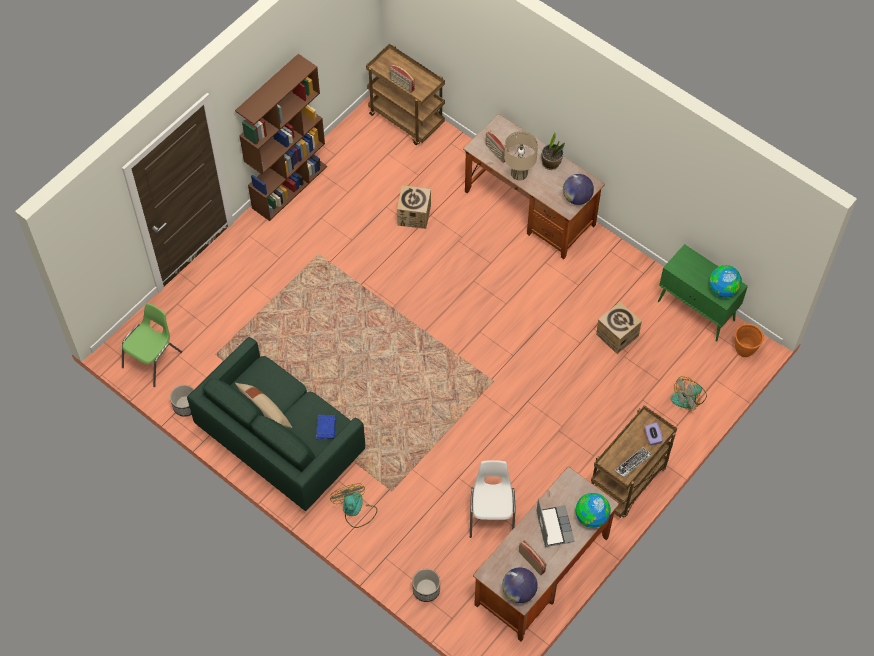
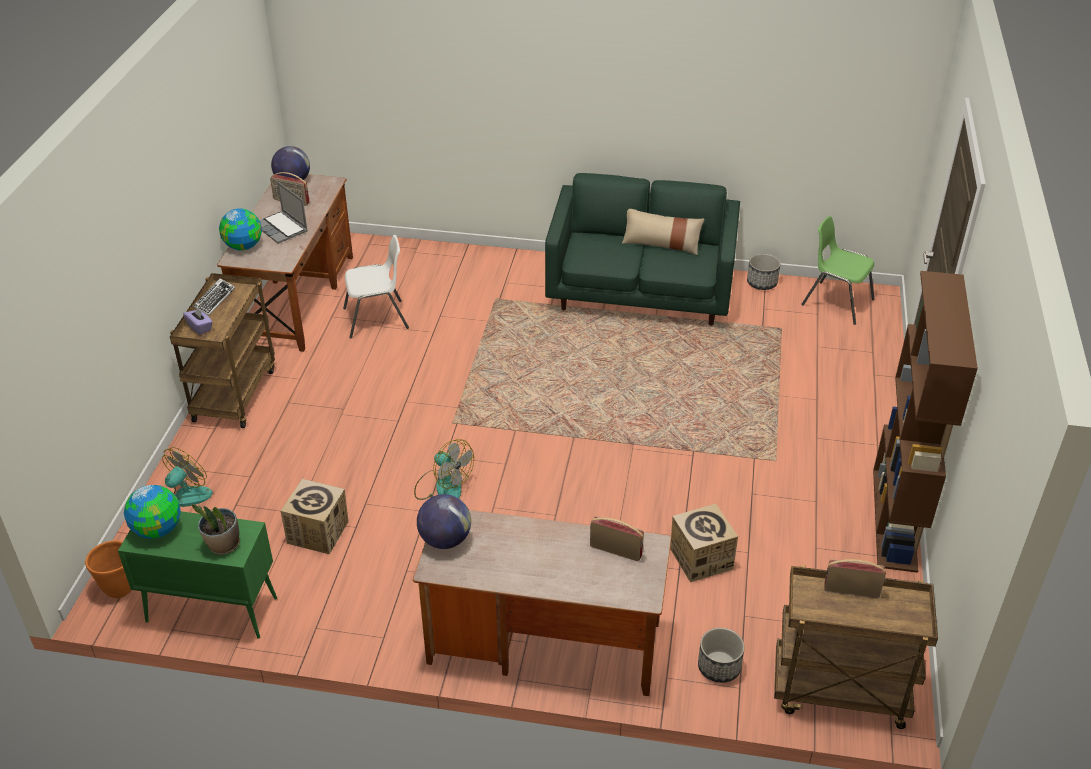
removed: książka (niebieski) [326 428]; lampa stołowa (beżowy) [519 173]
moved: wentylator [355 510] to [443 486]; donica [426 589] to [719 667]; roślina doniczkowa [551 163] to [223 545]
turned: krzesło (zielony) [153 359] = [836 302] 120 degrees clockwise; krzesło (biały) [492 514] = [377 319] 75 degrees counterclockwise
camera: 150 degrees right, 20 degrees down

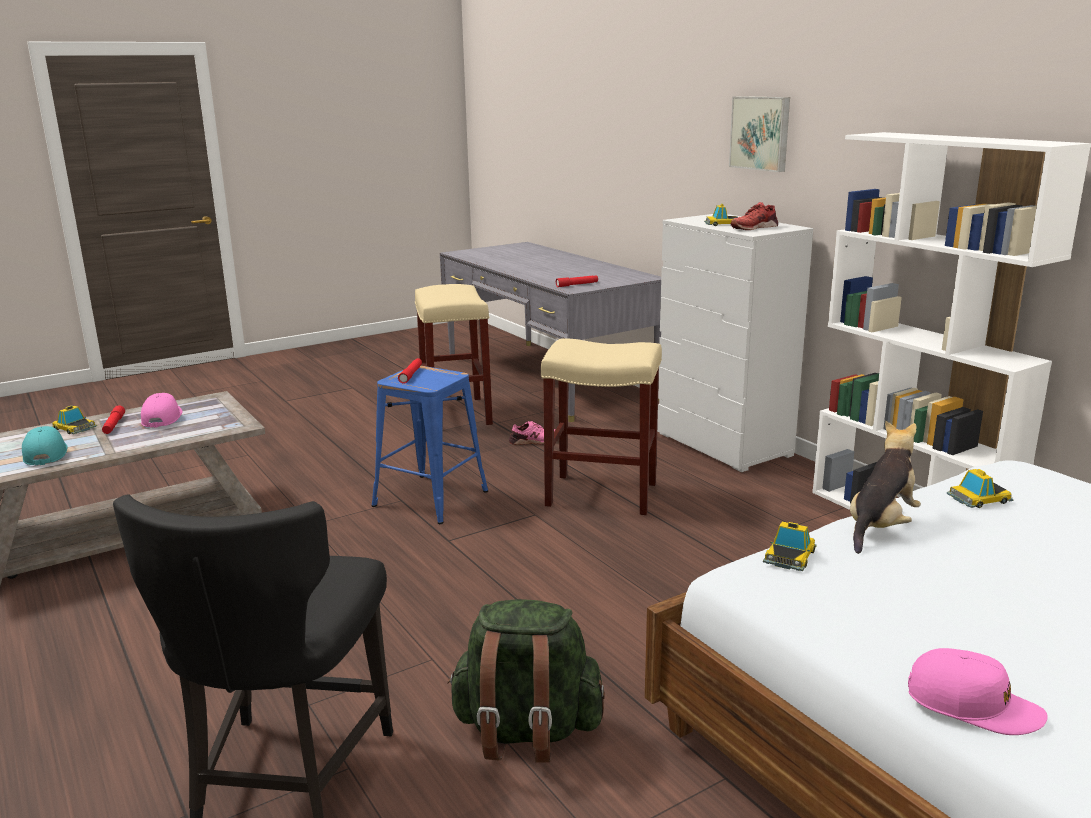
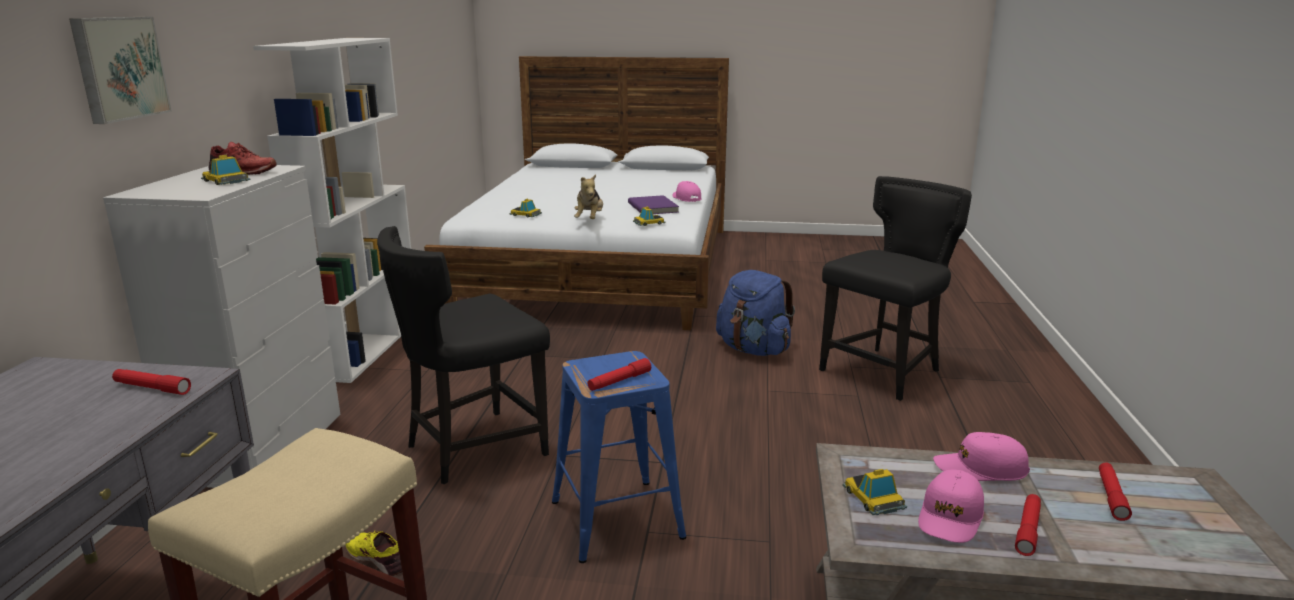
added: książka (fioletowy) [654 207]; czapka z daszkiem (różowy) [980 469]
moved: samochodzik [74 428] to [873 498]
replaced: czapka z daszkiem (turkusowy) [46 454] to latarka (czerwony) [1111 496]; stołek (beżowy) [603 494] to krzesło (czarny) [472 448]
recoloured: plecak (zielony) [526 731] to plecak (niebieski) [753 350]; but (różowy) [534 441] to but (żółty) [377 557]
turned: pluszak [880 526] = [589 219] 75 degrees counterclockwise
camera: 140 degrees left, 0 degrees up

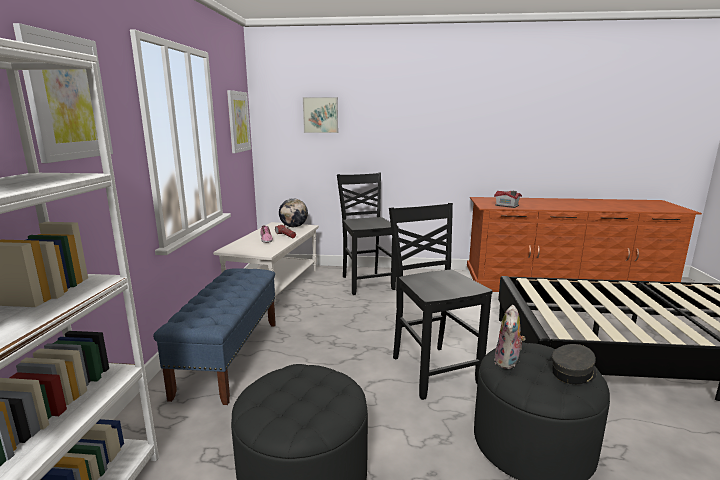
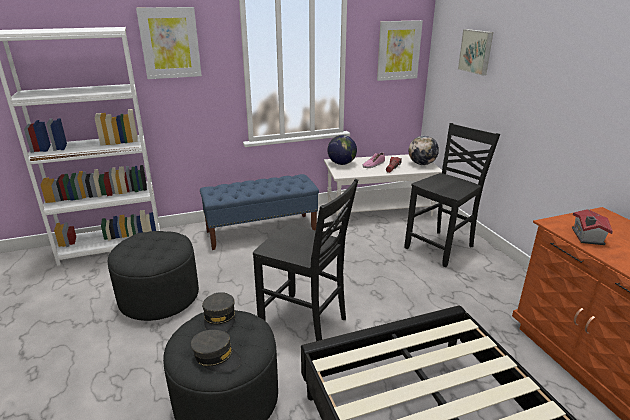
added: globus [341 164]
replaced: pluszak [508 362] to czapka z daszkiem (szary) [220 319]
turned: krzesło (czarny) [433 370] = [305 323] 75 degrees clockwise
camera: 65 degrees right, 10 degrees up

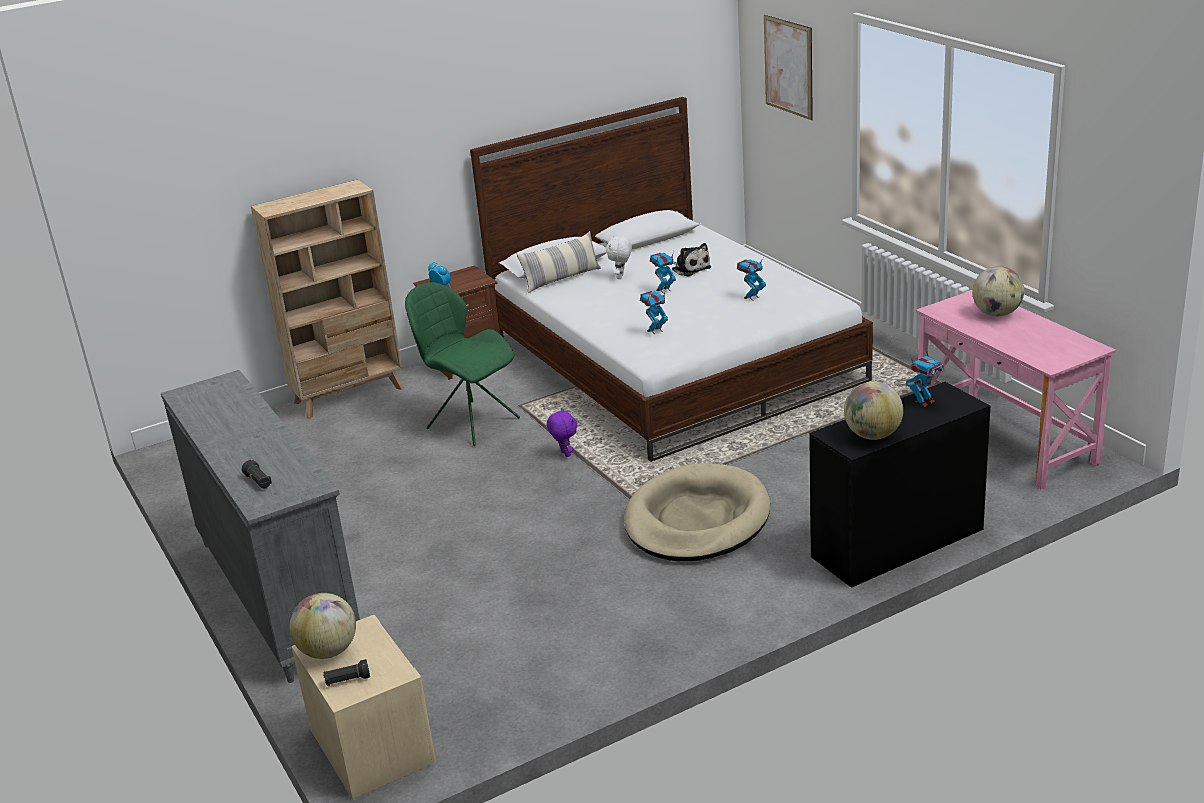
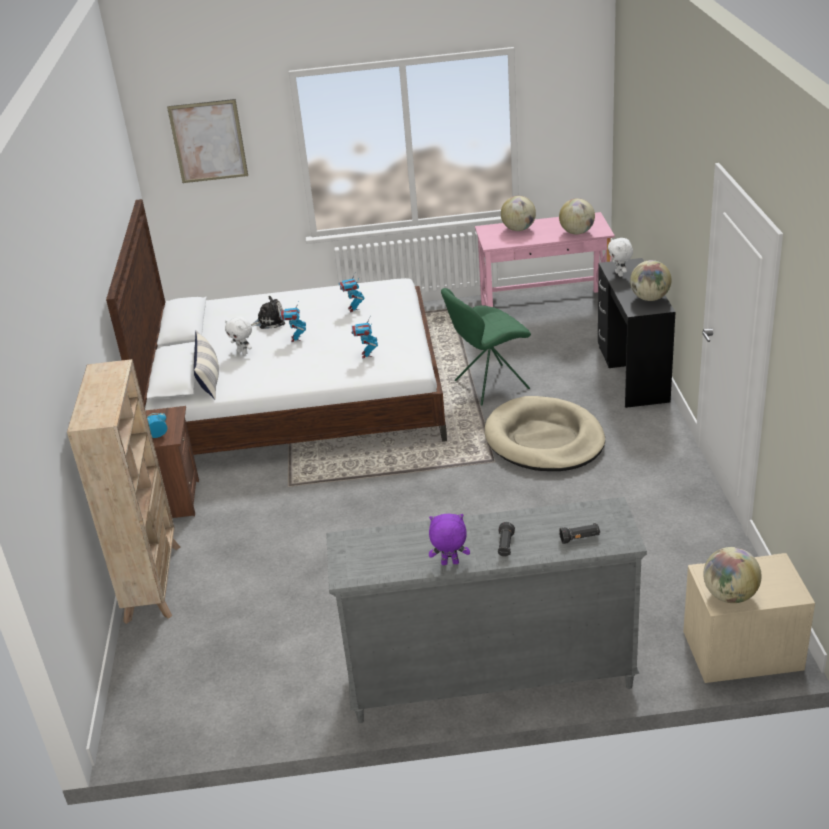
added: globus [577 232]
moved: latarka (czarny) [347 680] to [505 546]; krzesło (zielony) [470 422] to [489 385]; pluszak (fioletowy) [564 454] to [449 564]
replaced: robot zabawkowy [924 402] to pluszak (biały) [620 274]
camera: 65 degrees left, 5 degrees up

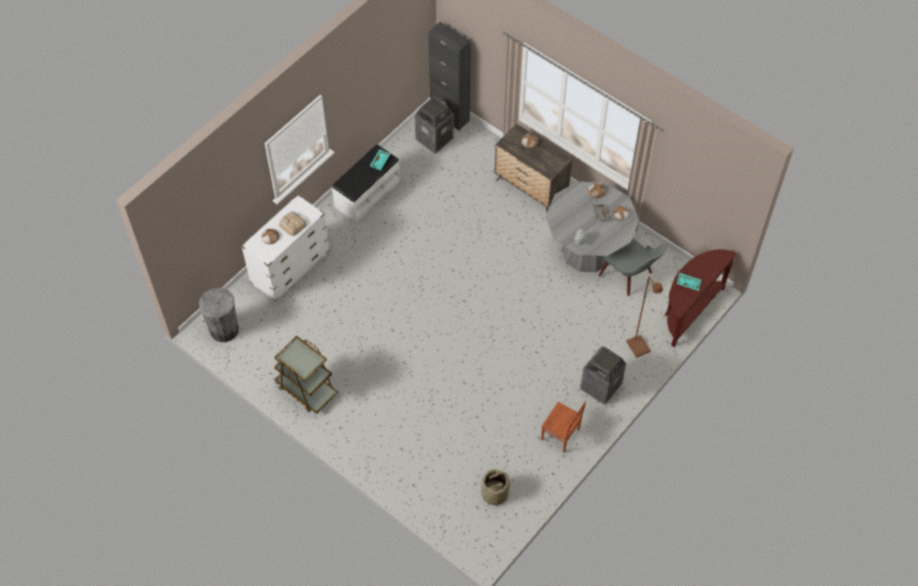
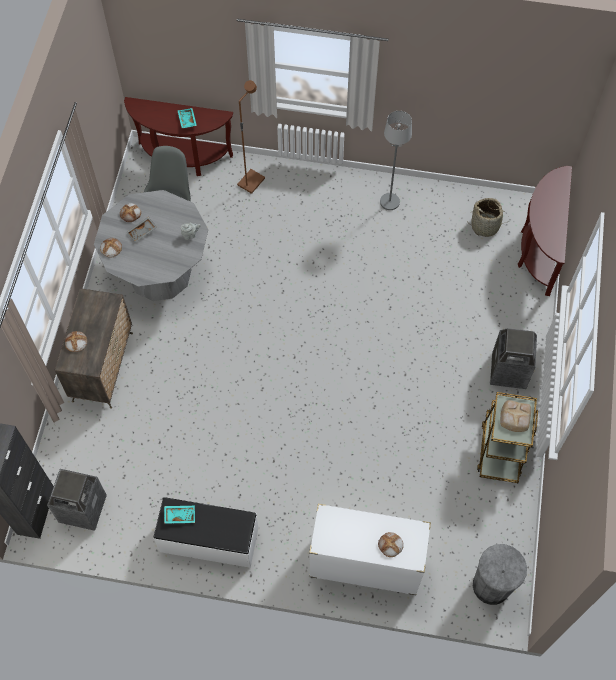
added: stolik konsolowy (brązowy) [538 250]
moved: chleb [292 224] to [515 417]; kosz na śmieci [600 386] to [508 371]
replaced: krzesło (brązowy) [560 435] to lampa stojąca (szary) [389 201]
camera: 120 degrees left, 5 degrees up

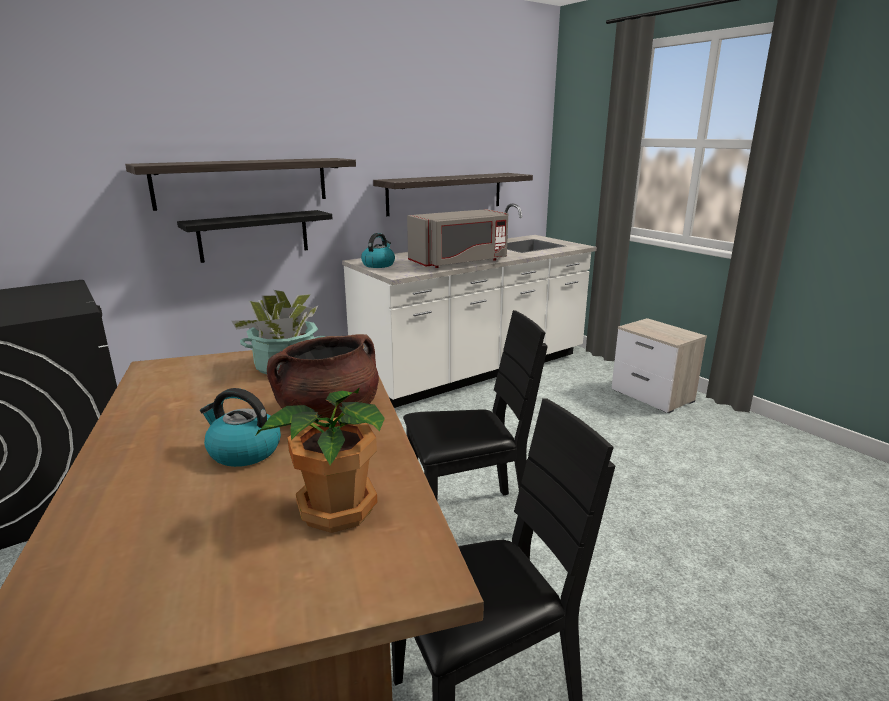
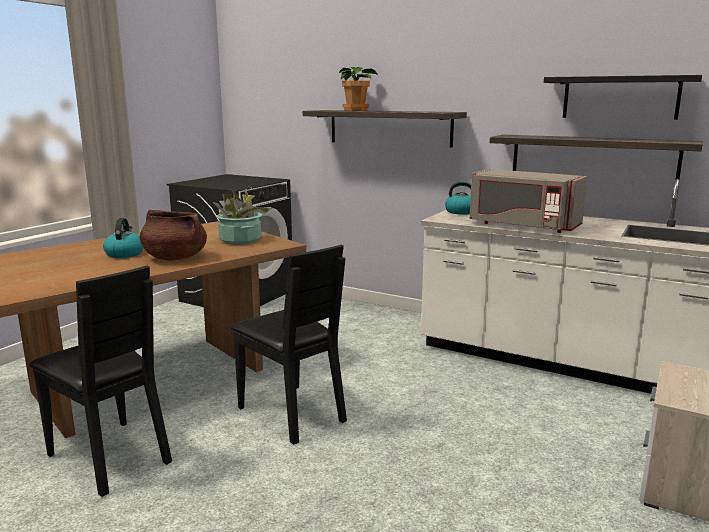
moved: półka (czarny) [254 235] to [620 97]; roślina doniczkowa [335 508] to [356 110]
camera: 65 degrees right, 5 degrees down

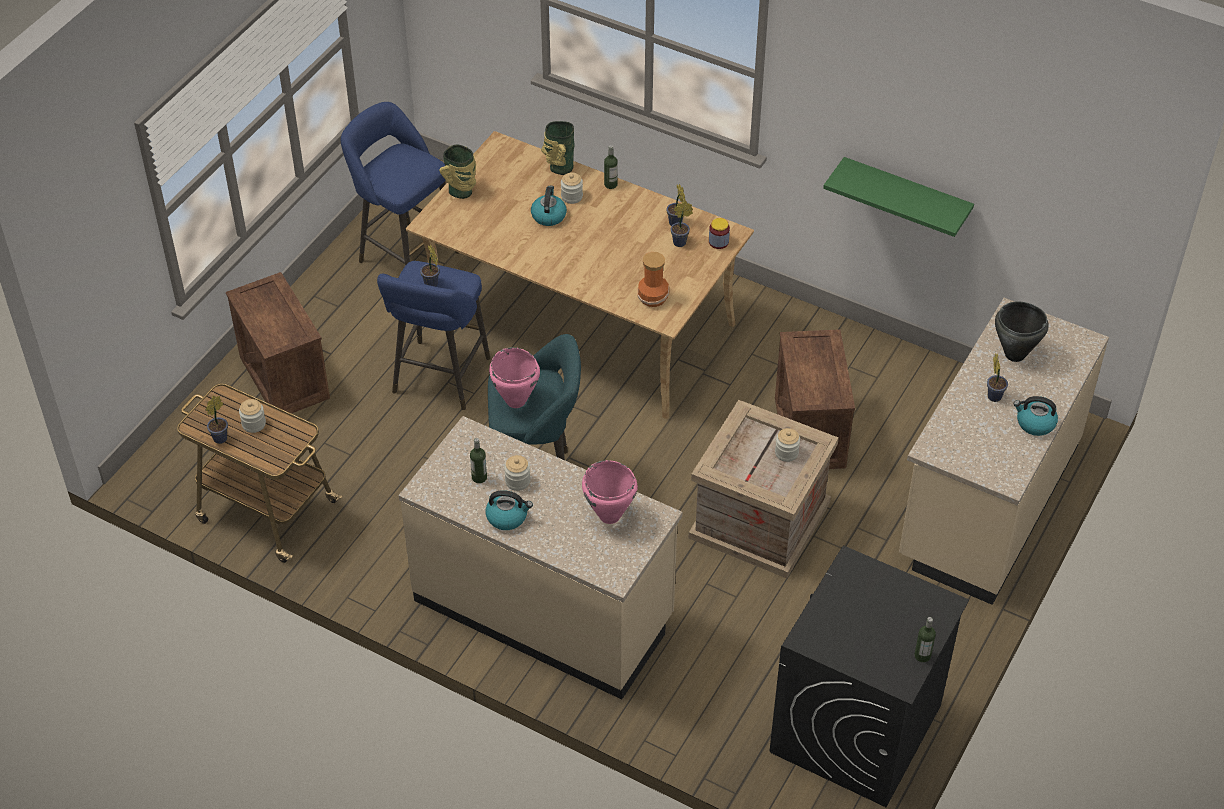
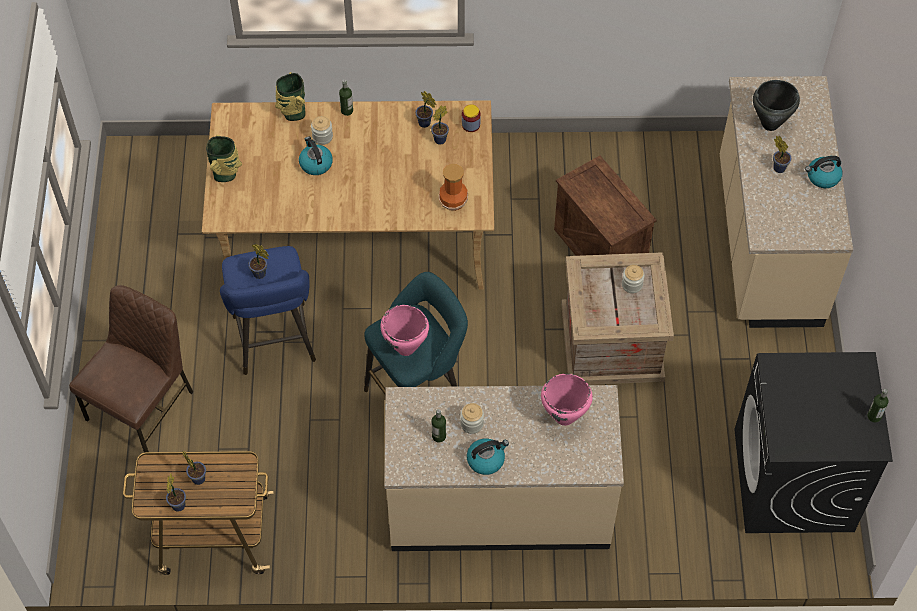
removed: stołek (niebieski) [404 254]; półka (zielony) [906 195]
replaced: skrzynka [286 378] to krzesło (brązowy) [142 405]; słoik [254 424] to roślina doniczkowa [197 477]
camera: 30 degrees left, 10 degrees up

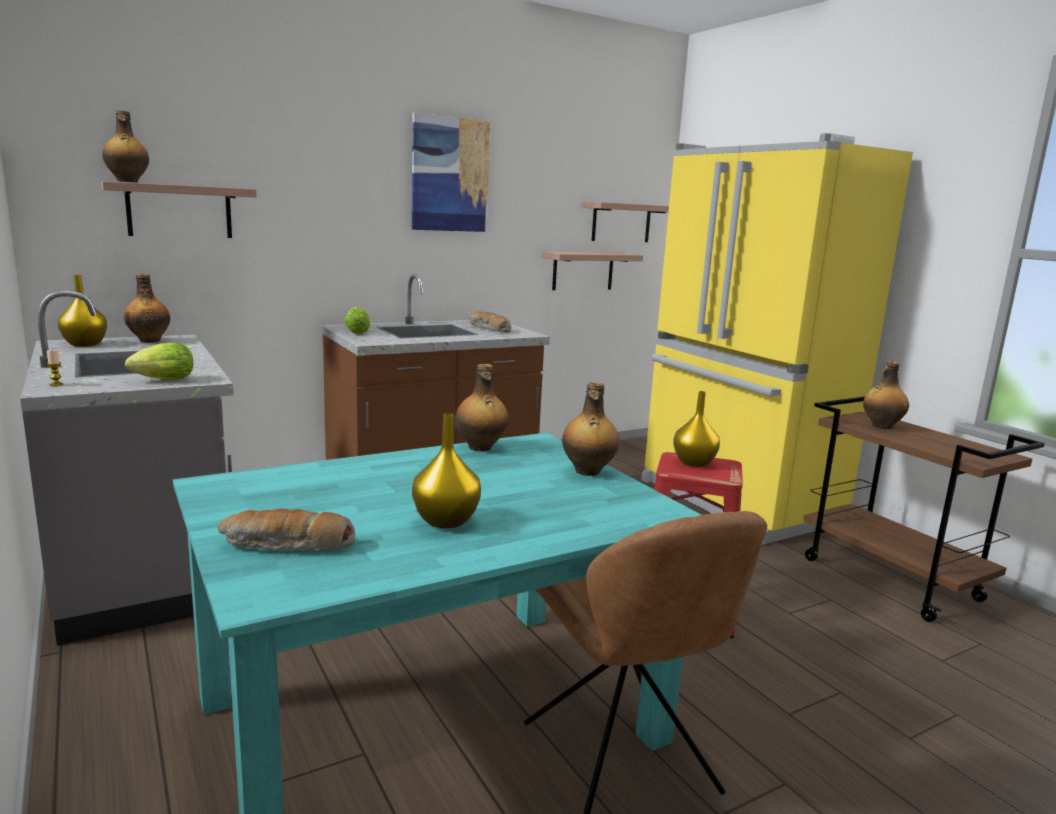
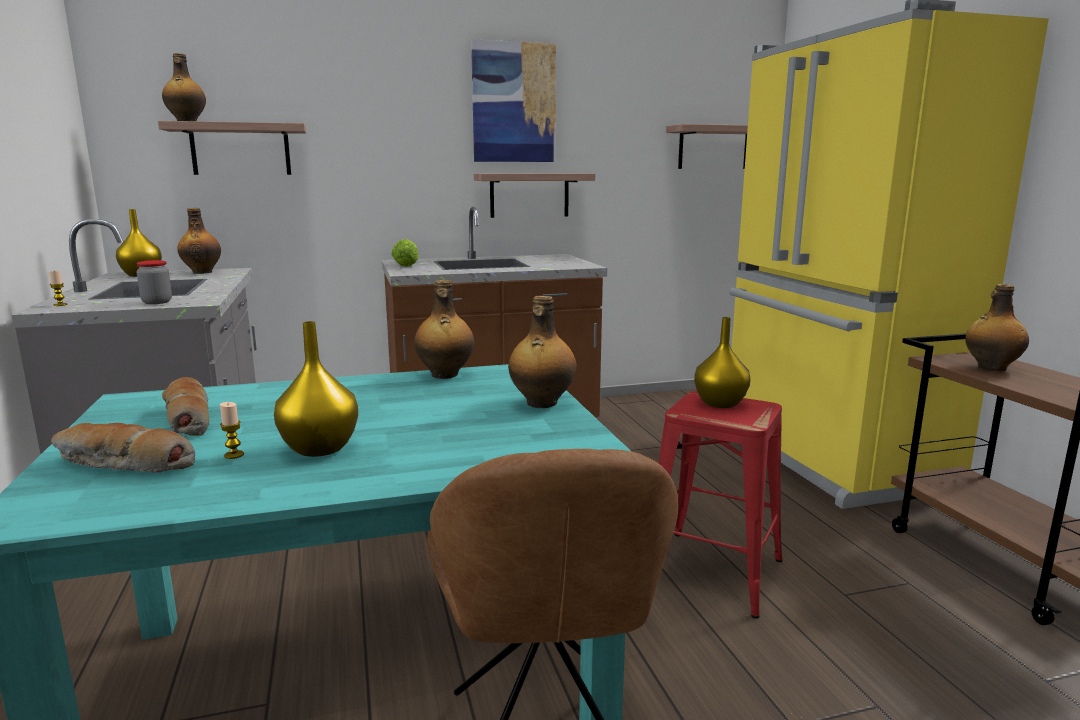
added: świeca [234 455]
moved: chleb [488 329] to [187 418]; półka [583 271] to [529 195]
replaced: sałata [161 380] to słoik [157 302]
camera: 15 degrees right, 0 degrees up

